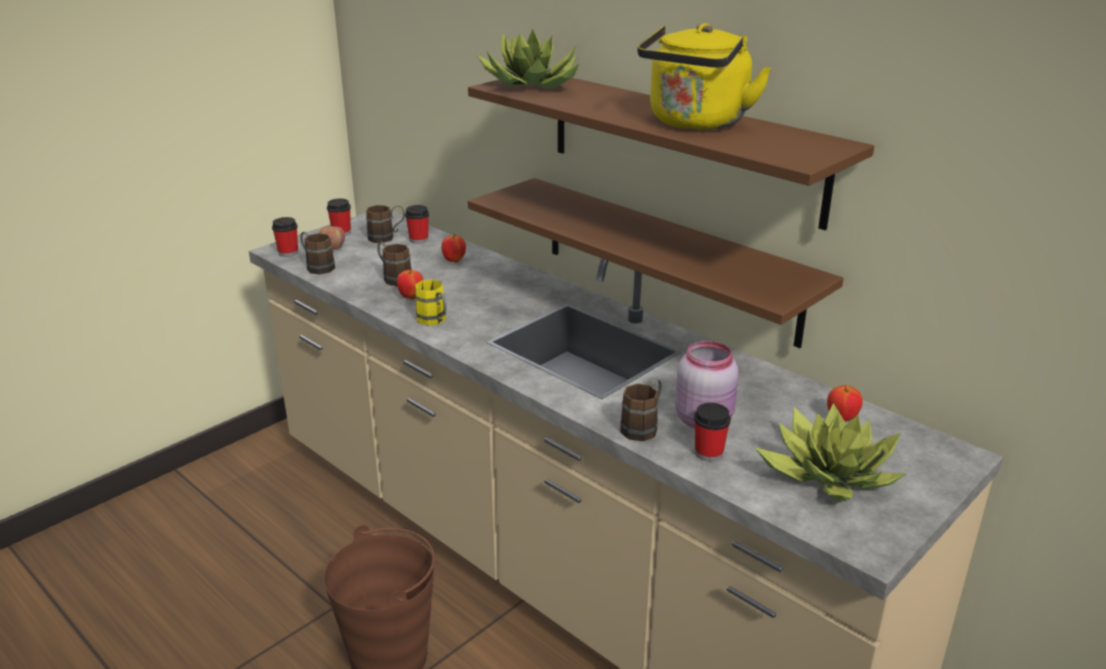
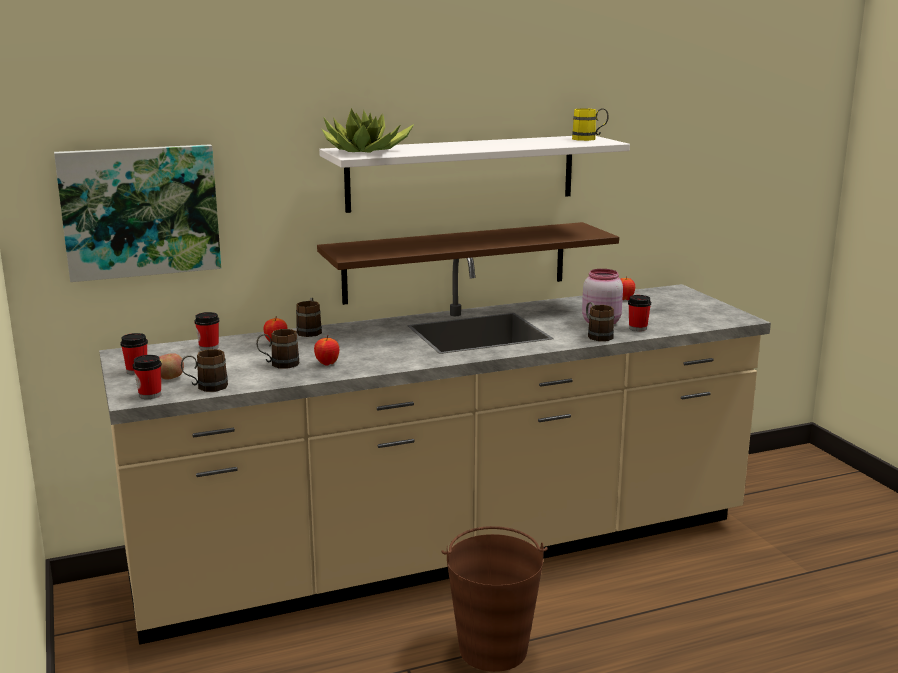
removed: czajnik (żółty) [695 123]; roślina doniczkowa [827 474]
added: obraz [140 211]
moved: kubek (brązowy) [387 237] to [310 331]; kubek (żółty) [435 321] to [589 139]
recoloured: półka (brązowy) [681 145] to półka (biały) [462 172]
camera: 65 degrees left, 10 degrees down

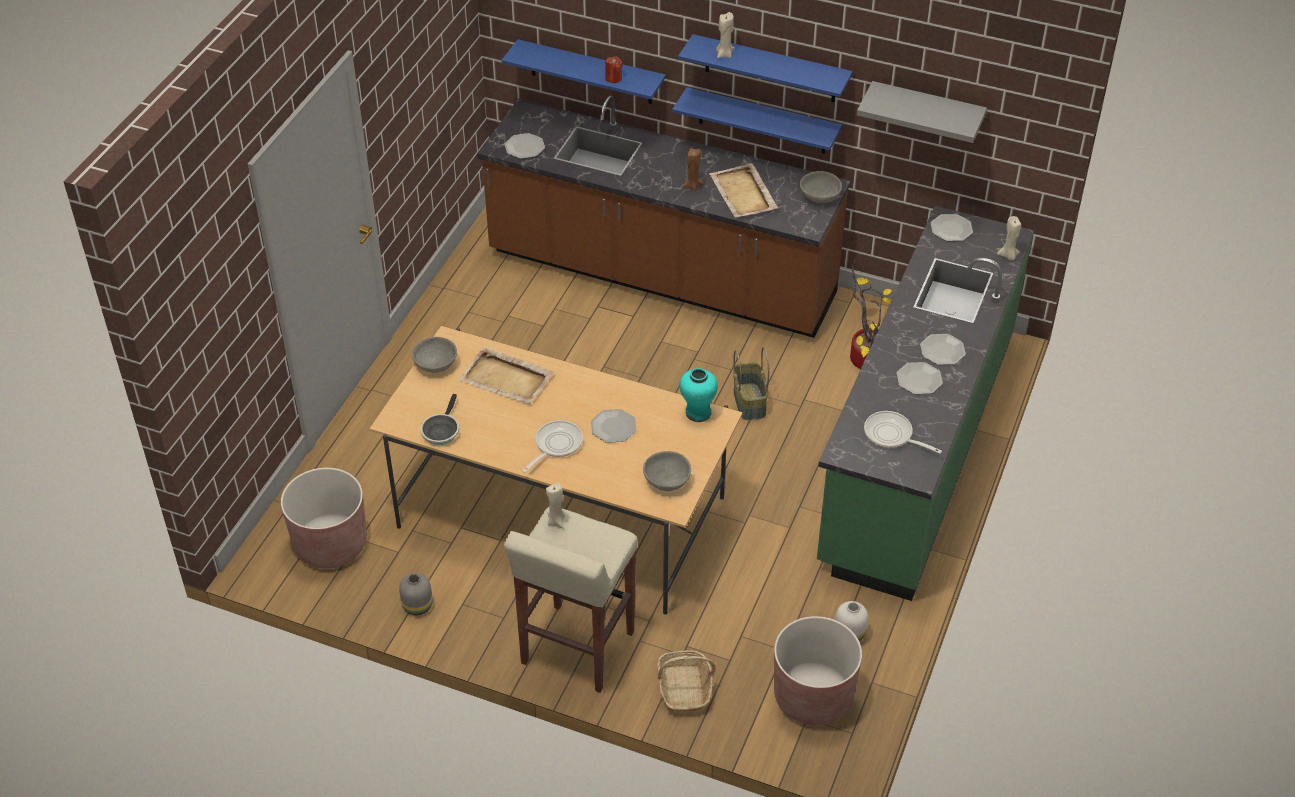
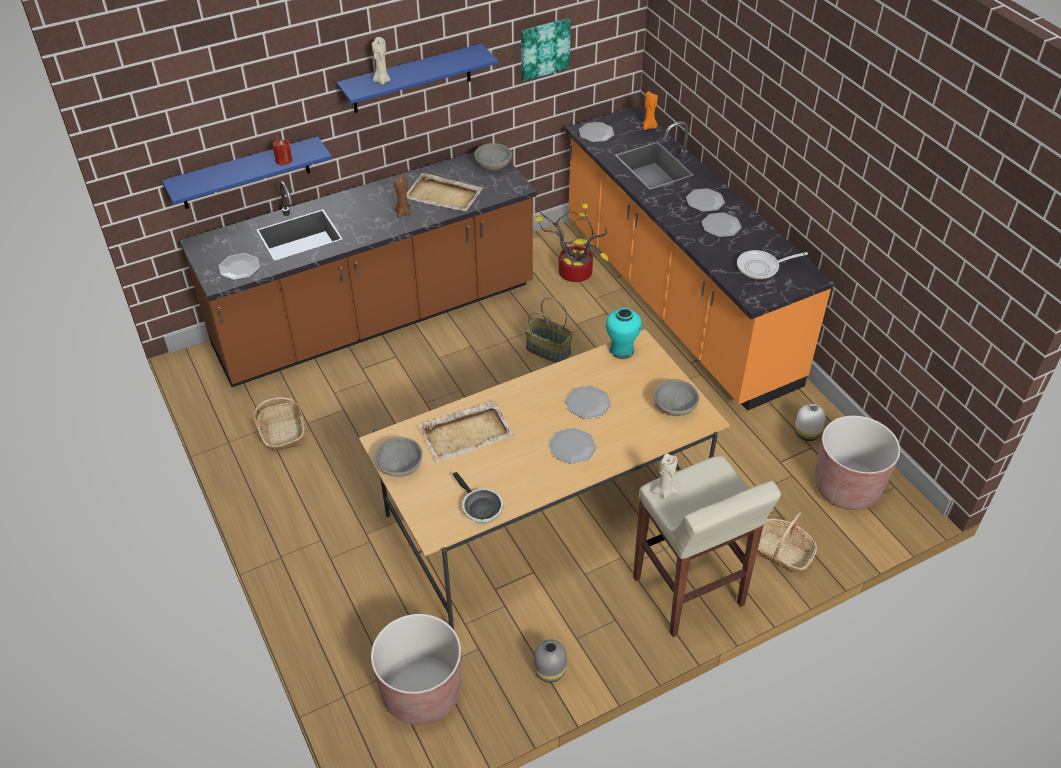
removed: półka (niebieski) [762 121]
added: koszyk [283 432]
replaced: patelnia [556 445] to talerz [572 447]; półka (szary) [927 111] to obraz [544 48]
recoloured: zabudowa kuchenna (zielony) [915 448] to zabudowa kuchenna (pomarańczowy) [675 302]; świeca (beżowy) [1008 255] to świeca (pomarańczowy) [649 127]
camera: 50 degrees left, 0 degrees up

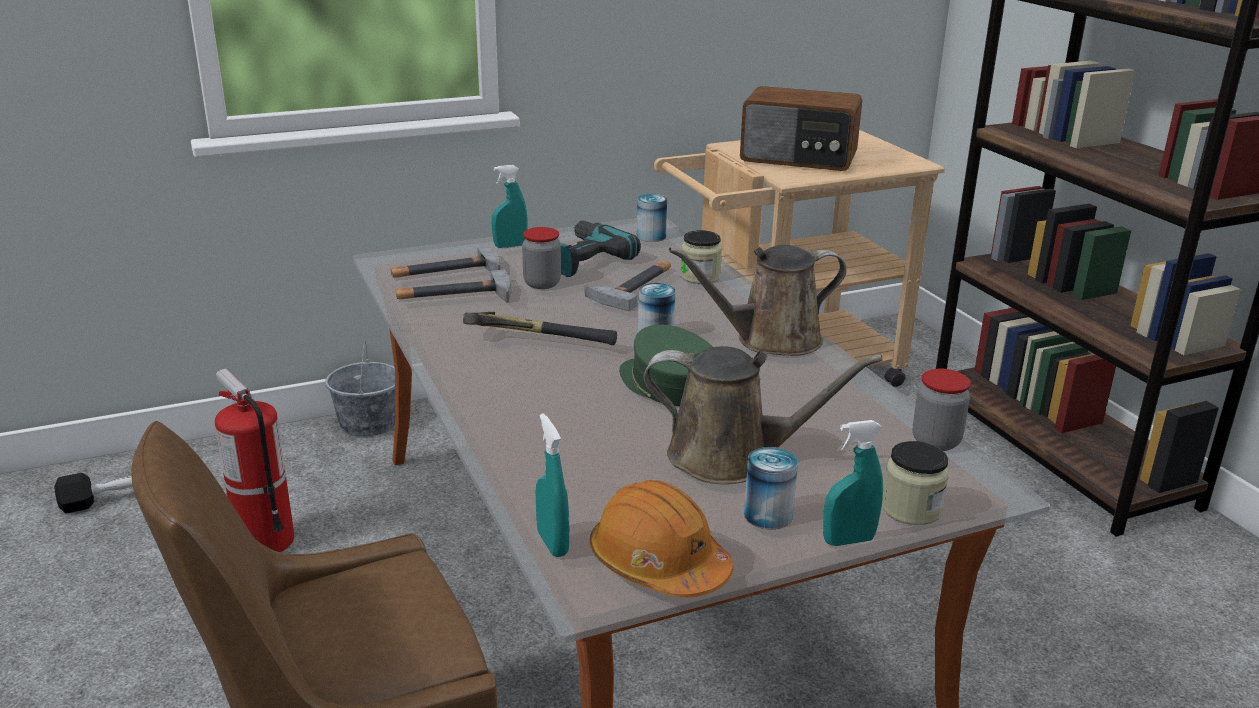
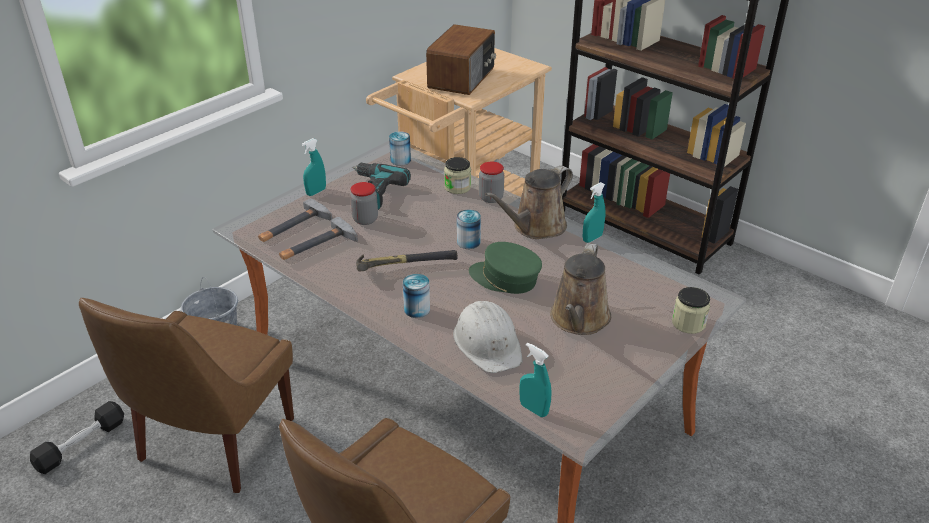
removed: młotek [634 286]; kask (pomarańczowy) [658 564]
added: kask (biały) [488 343]
moved: puszka [768 515] to [417 309]; spryskiwacz (turkusowy) [848 540] to [592 238]; słoik [936 441] to [491 198]
replaced: gaśnica [264 540] to krzesło (brązowy) [213 443]
turned: konewka (brązowy) [731 458] = [579 320] 120 degrees clockwise; radio [799 158] = [463 78] 60 degrees counterclockwise
camera: 25 degrees left, 10 degrees up

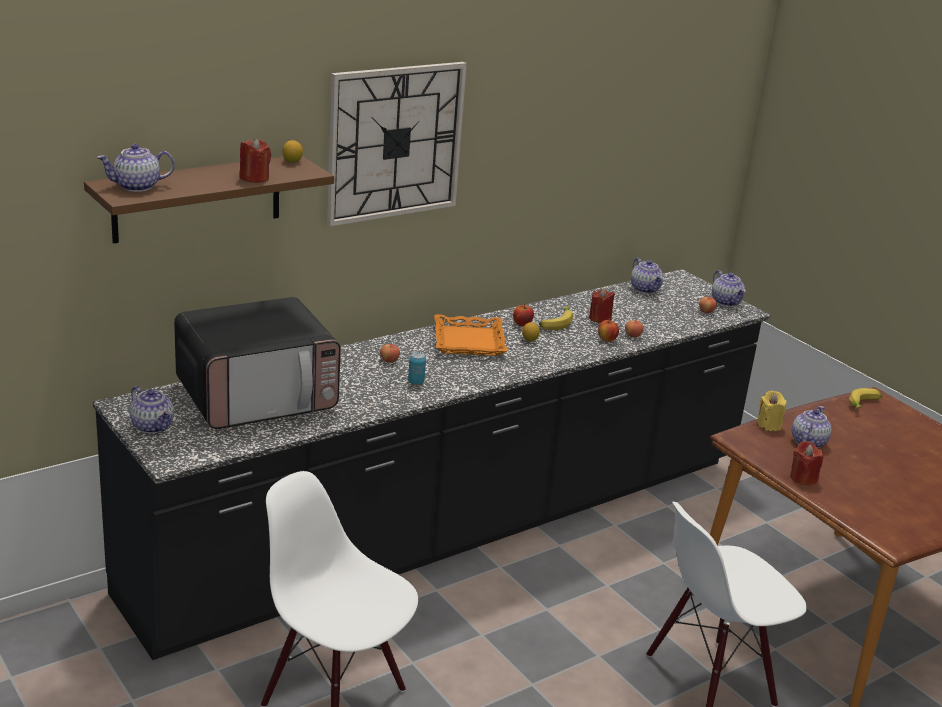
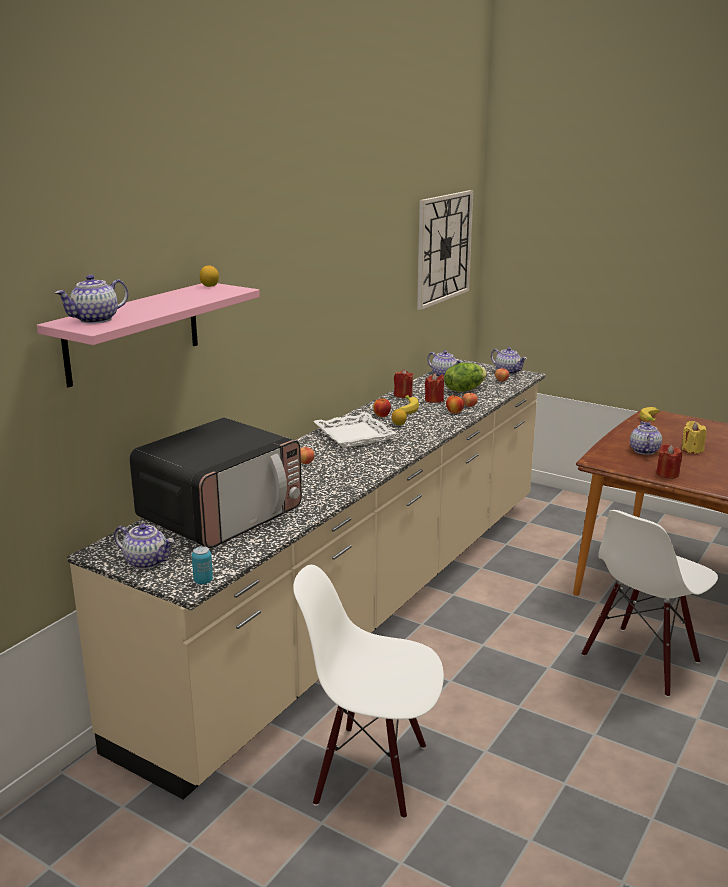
added: sałata [464 389]
moved: świeca (czerwony) [254 178] to [403 395]; zegar ścienny [395 142] to [443 248]; puszka [416 382] to [203 581]; świeca (żółty) [768 425] to [692 450]
recoloured: półka (brązowy) [197 198] to półka (różowy) [133 333]; zabudowa kuchenna (czarny) [455 527] to zabudowa kuchenna (beżowy) [364 604]; taca (pomarańczowy) [469 341] to taca (biały) [355 435]
camera: 20 degrees left, 5 degrees down

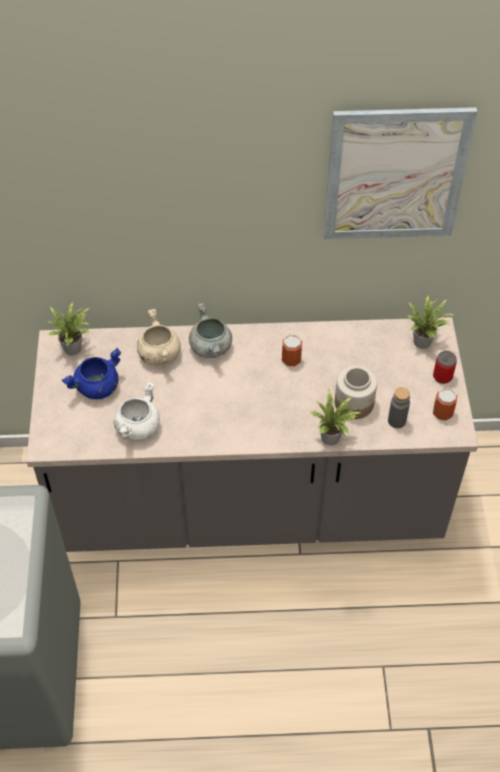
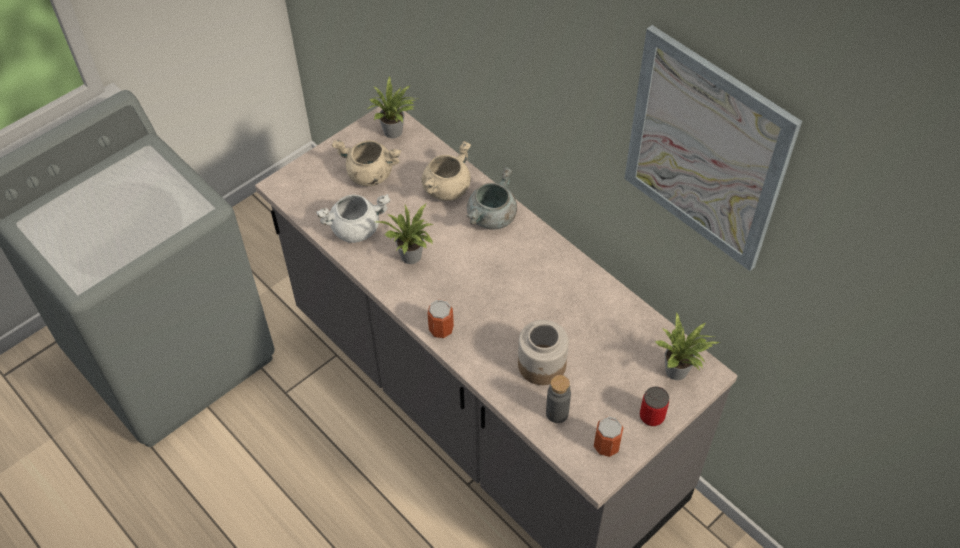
moved: puszka [291 359] to [441 329]; roślina doniczkowa [333 438] to [411 258]
recoloured: garnek (niebieski) [97 388] to garnek (beżowy) [369 175]
camera: 50 degrees right, 0 degrees up

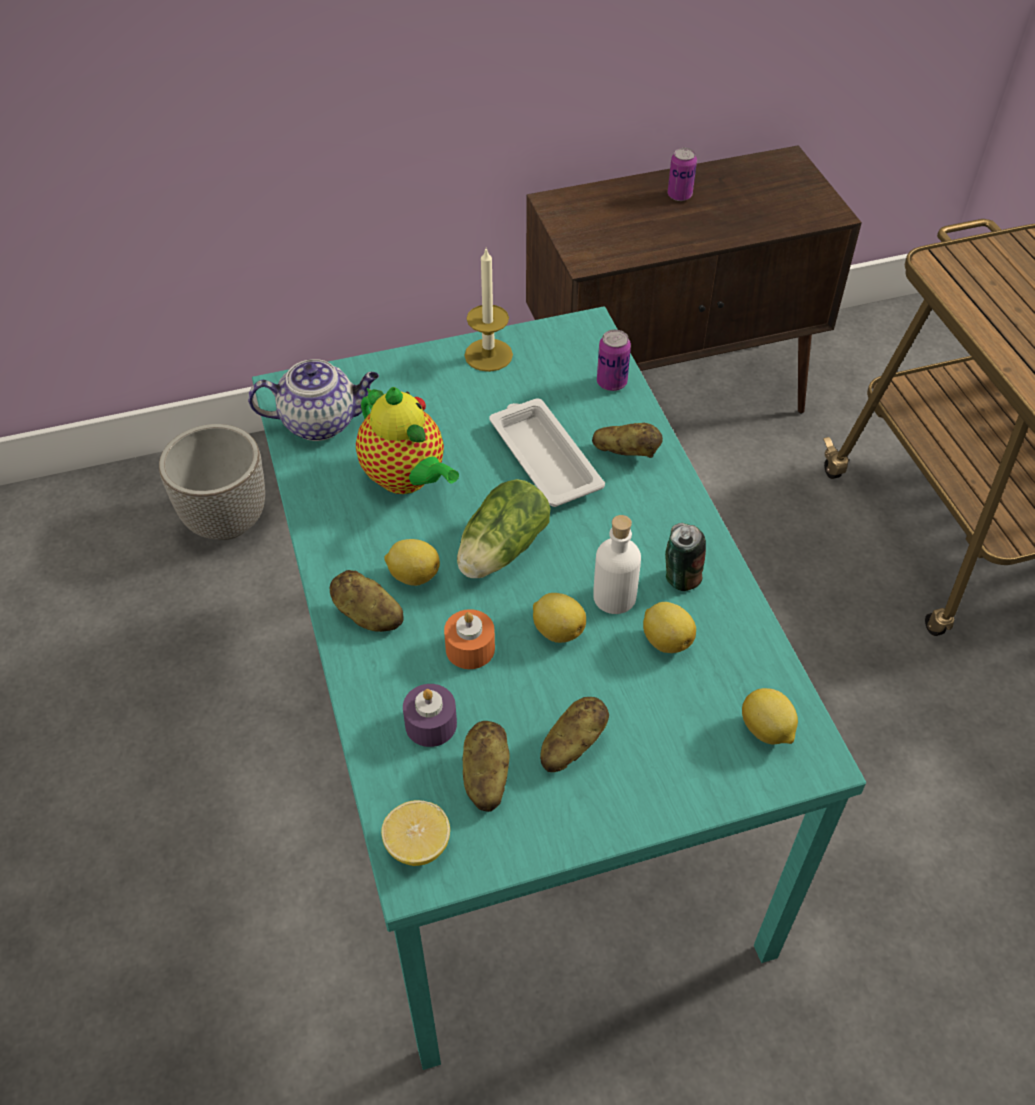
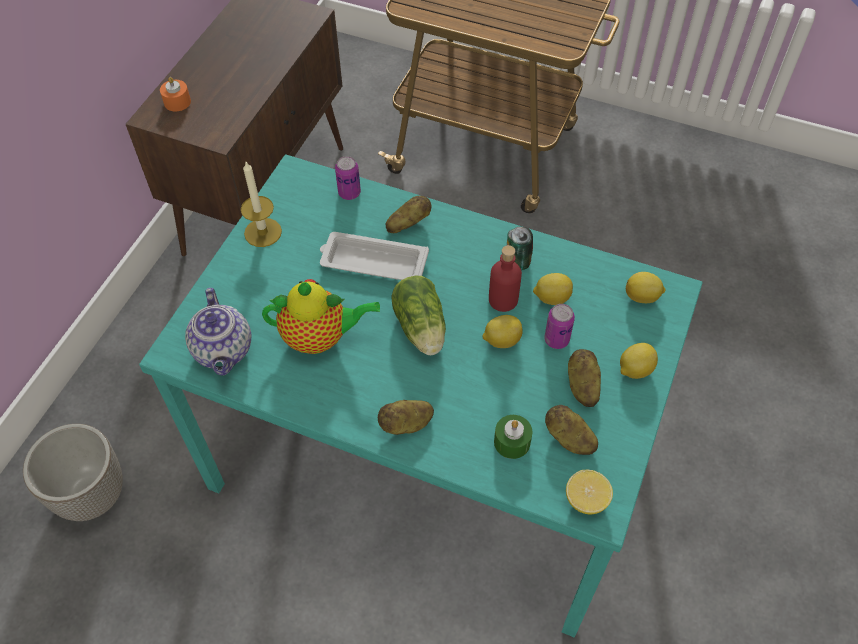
moved: cytryna [413 575] to [634 370]; świeca (pomarańczowy) [470 648] to [177 102]; puszka [679 195] to [556 340]
recoloured: świeca (fioletowy) [431 724] to świeca (zielony) [512 442]; butelka (biały) [614 597] to butelka (czerwony) [503 300]
turned: imbryk [321 422] = [224 351] 135 degrees clockwise
camera: 50 degrees left, 5 degrees up

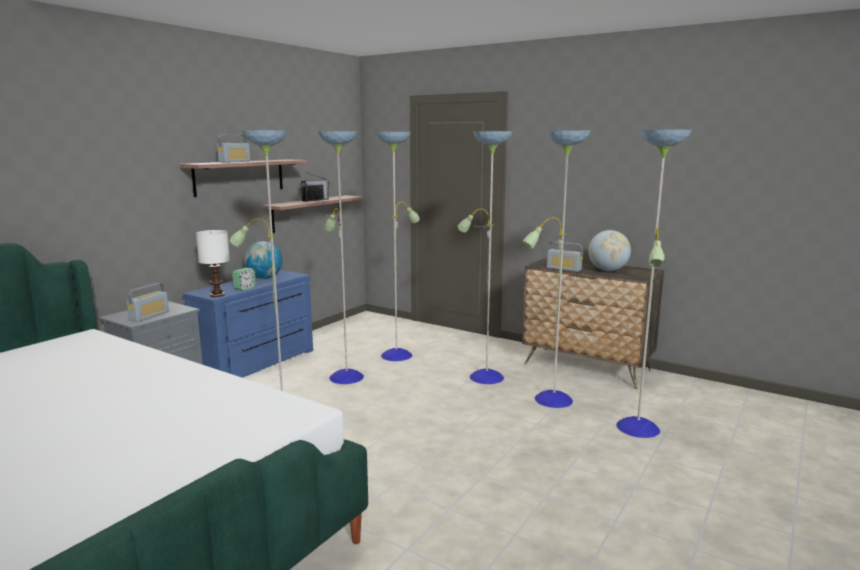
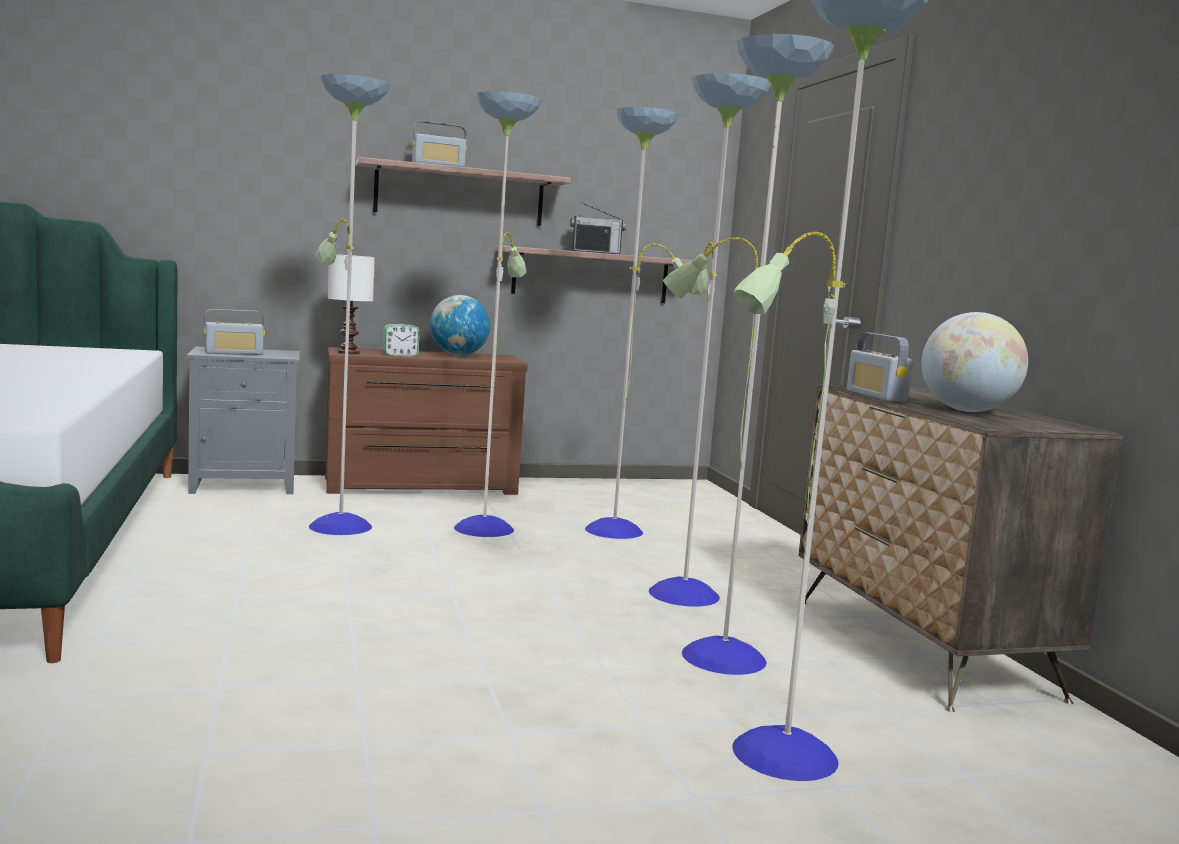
recoloured: komoda (niebieski) [258 364] to komoda (brązowy) [421 487]
camera: 40 degrees right, 5 degrees down

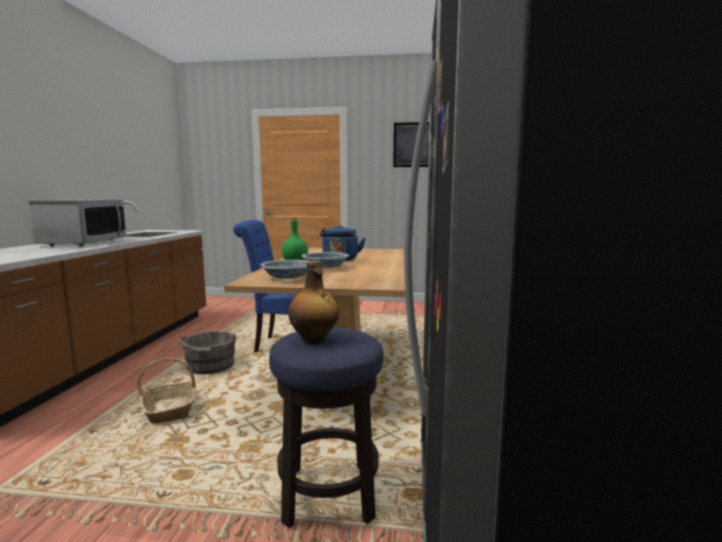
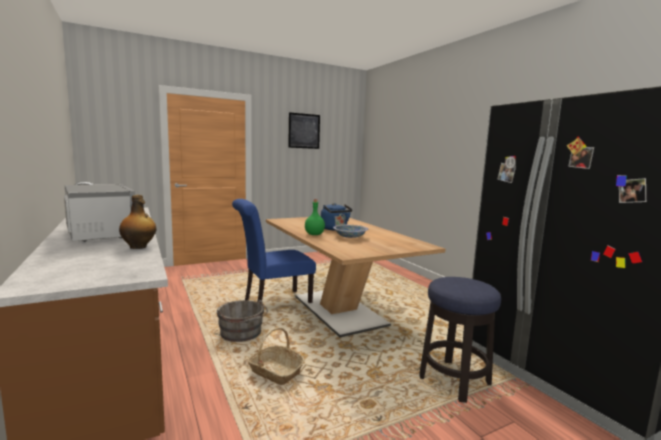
removed: miska [288 278]
moved: butelka [314 340] to [139 247]
camera: 35 degrees left, 0 degrees up

